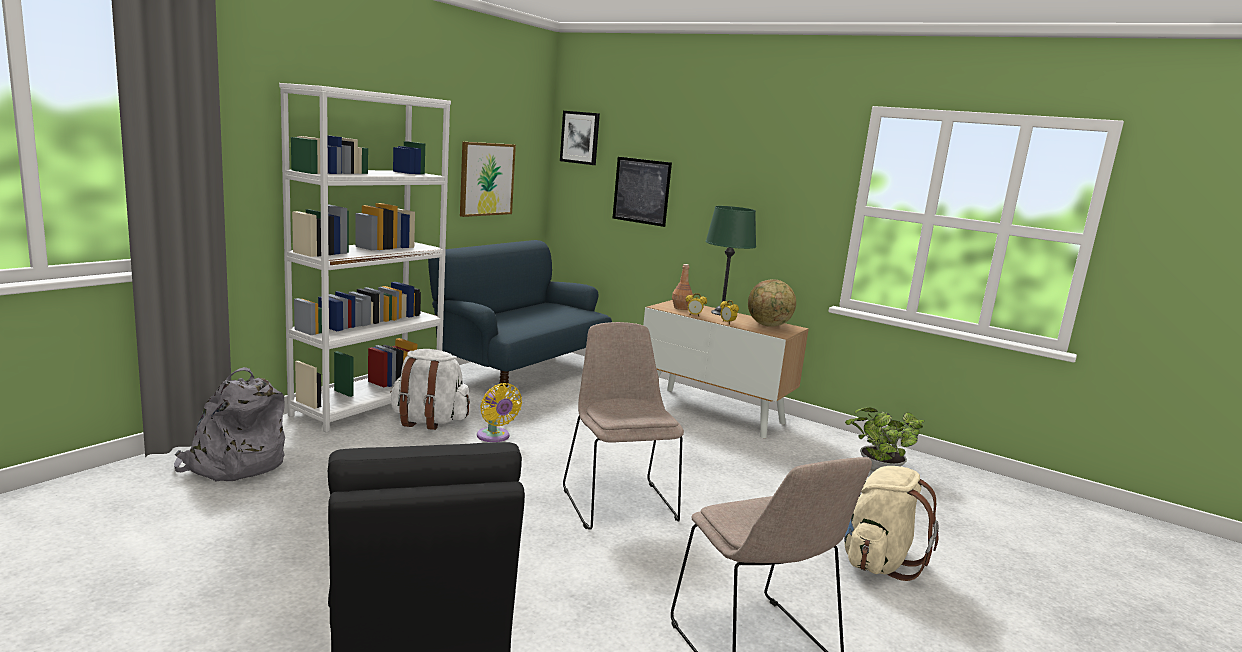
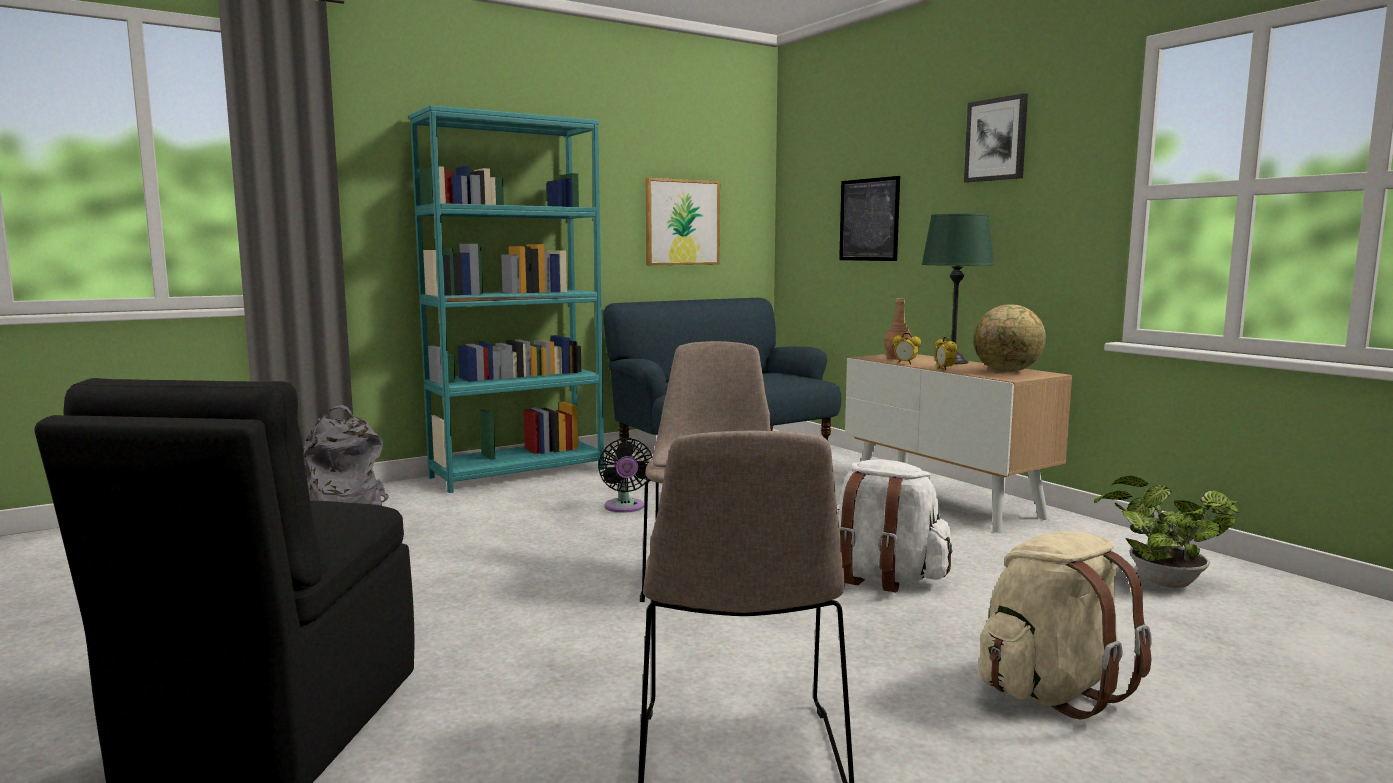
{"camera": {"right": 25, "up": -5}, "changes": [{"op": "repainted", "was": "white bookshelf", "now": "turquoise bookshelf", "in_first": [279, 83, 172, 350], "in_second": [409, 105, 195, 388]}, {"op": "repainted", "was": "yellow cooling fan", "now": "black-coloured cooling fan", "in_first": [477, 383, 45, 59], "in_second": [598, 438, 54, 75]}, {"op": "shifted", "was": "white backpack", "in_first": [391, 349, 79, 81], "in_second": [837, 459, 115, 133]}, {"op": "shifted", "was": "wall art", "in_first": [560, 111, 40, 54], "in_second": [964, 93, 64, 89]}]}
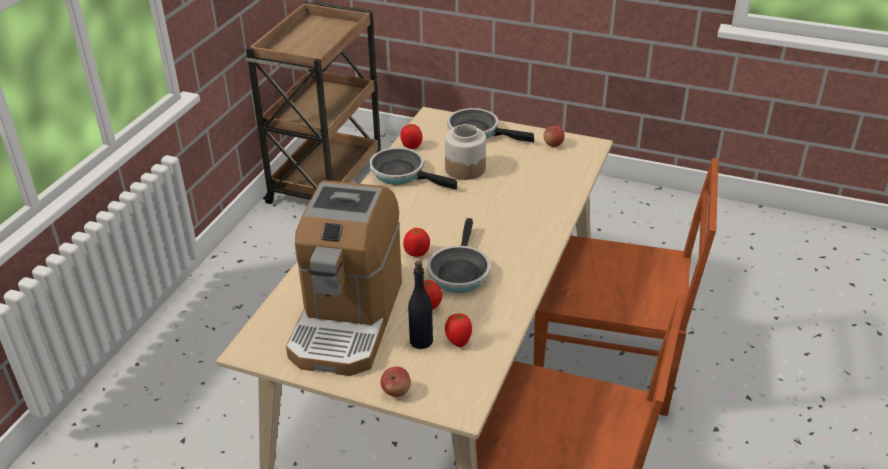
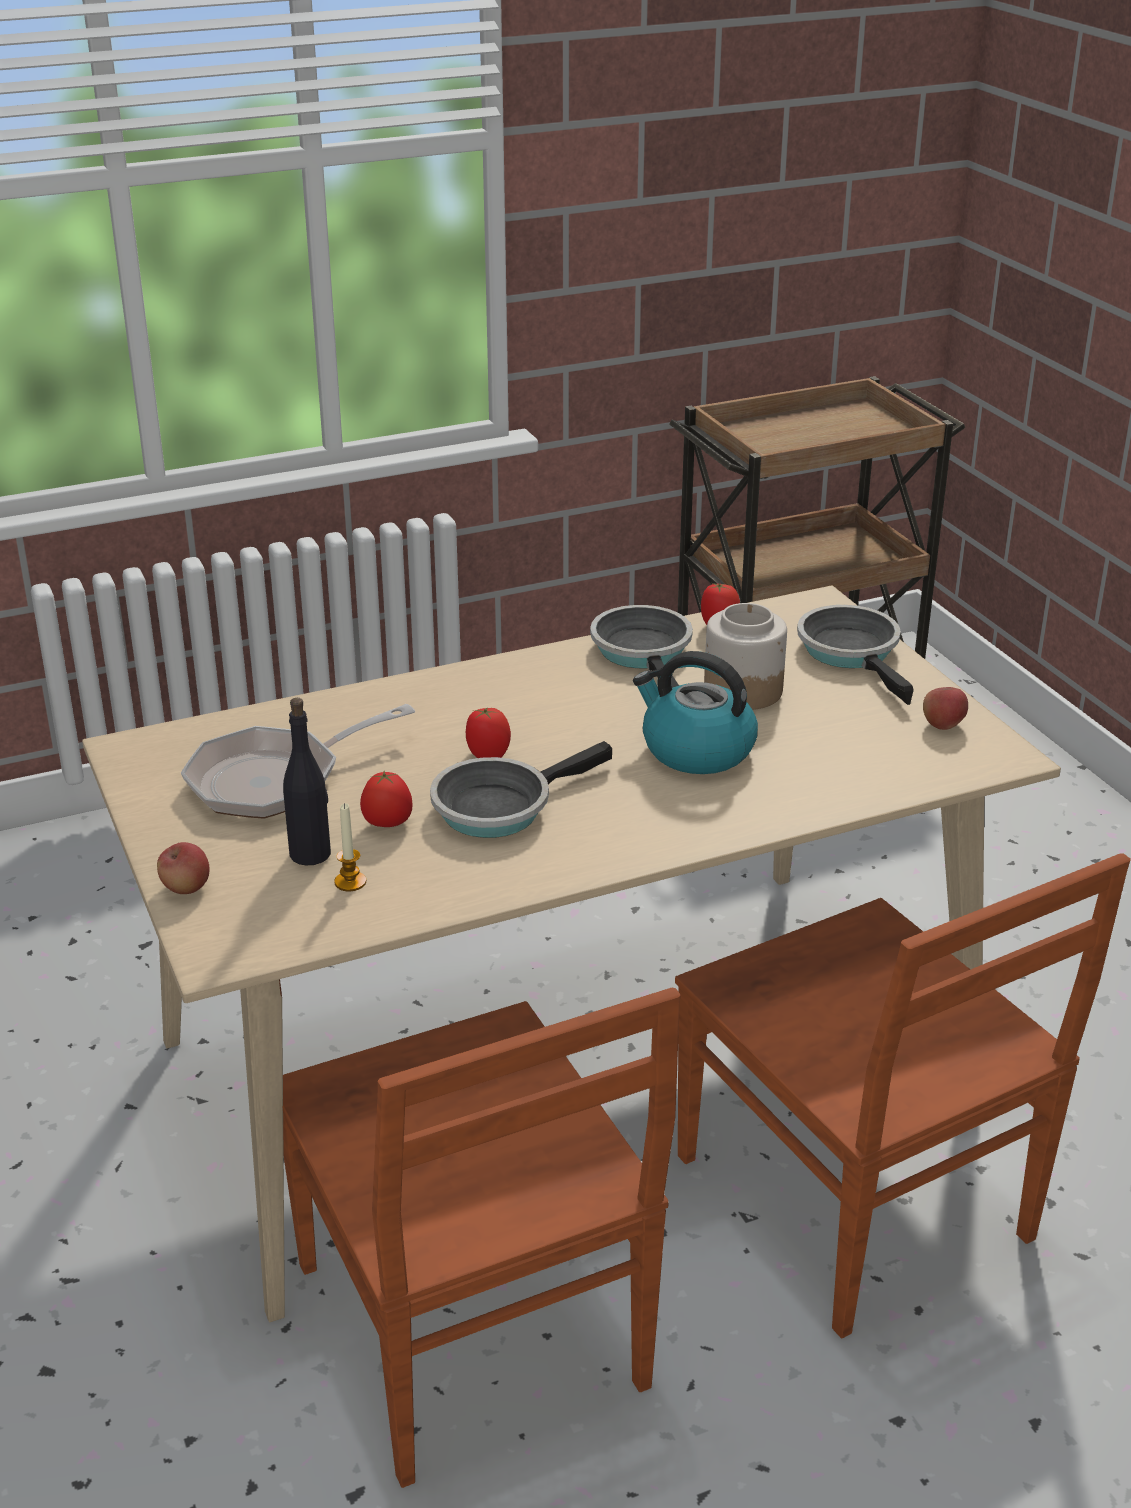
{"camera": {"right": 45, "up": -5}, "changes": [{"op": "swapped", "was": "coffee brewer", "now": "pan", "in_first": [286, 180, 116, 196], "in_second": [181, 704, 234, 115]}, {"op": "swapped", "was": "fresh tomato", "now": "wax candle", "in_first": [445, 313, 27, 34], "in_second": [334, 803, 32, 88]}, {"op": "new", "now": "water kettle", "in_second": [633, 651, 125, 123]}]}
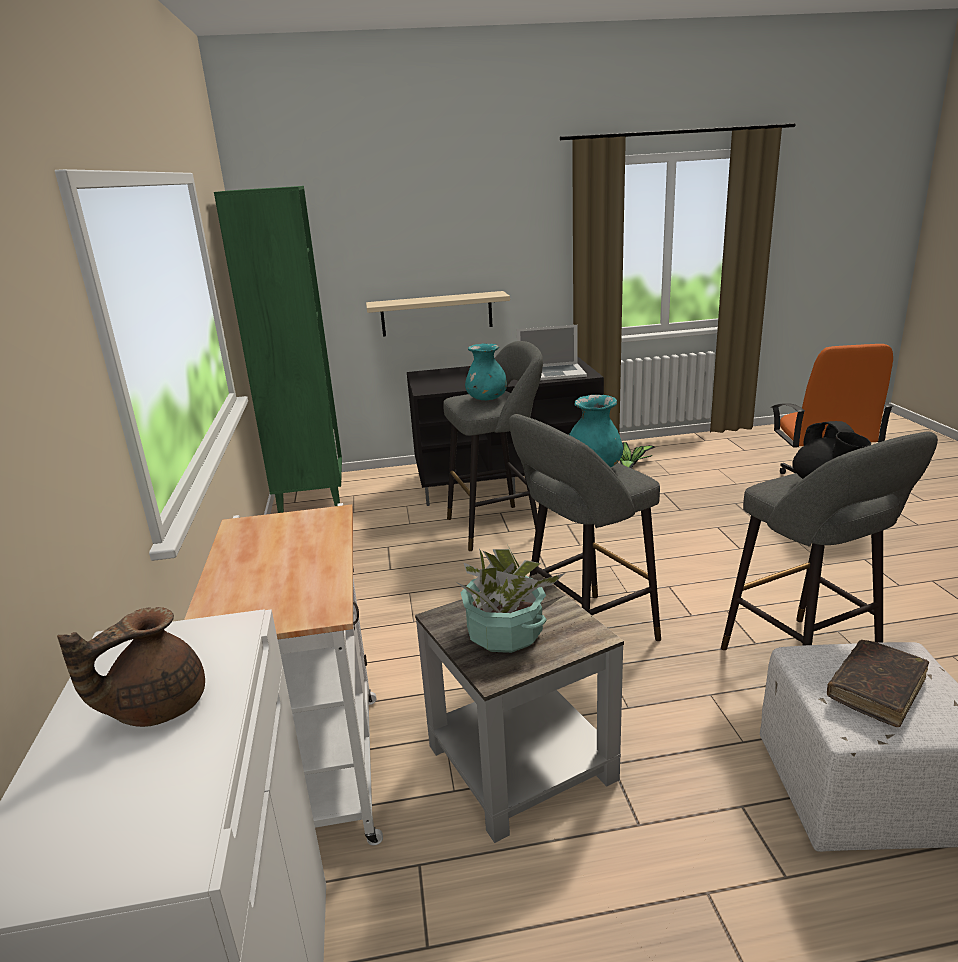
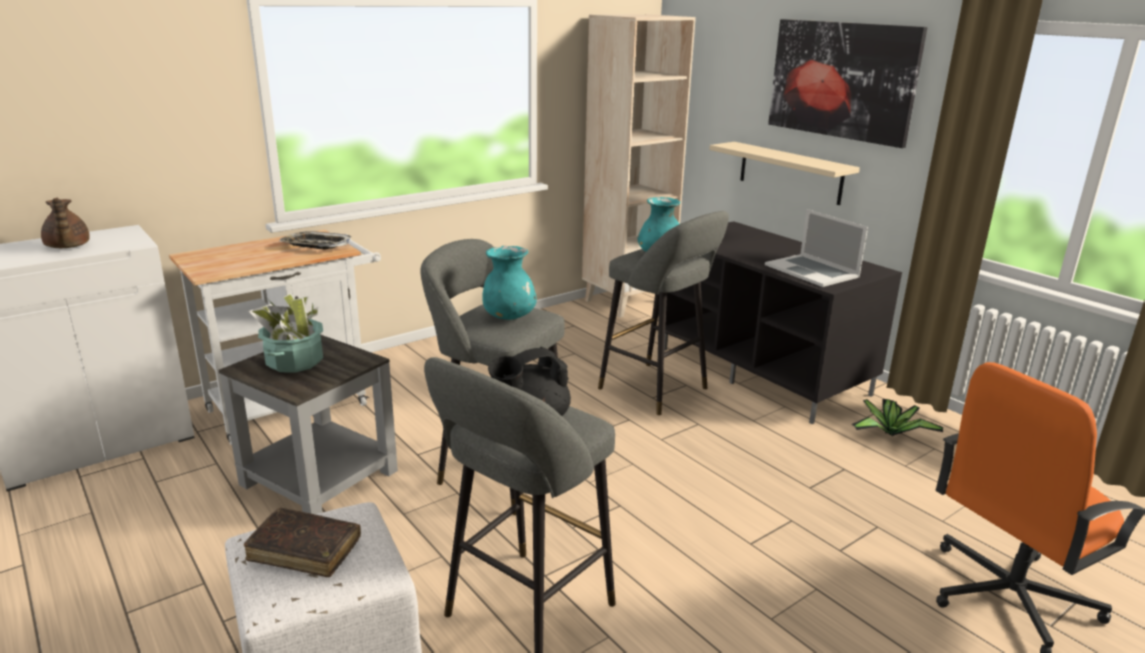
{"camera": {"right": 60, "up": 0}, "changes": [{"op": "rotated", "was": "brown teapot", "in_first": [57, 607, 148, 120], "in_second": [41, 198, 49, 50], "clockwise": -135}, {"op": "new", "now": "serving tray", "in_second": [280, 231, 71, 19]}, {"op": "repainted", "was": "green-coloured bookshelf", "now": "beige-coloured bookshelf", "in_first": [214, 186, 128, 327], "in_second": [582, 14, 114, 304]}, {"op": "new", "now": "wall art", "in_second": [768, 19, 160, 129]}]}
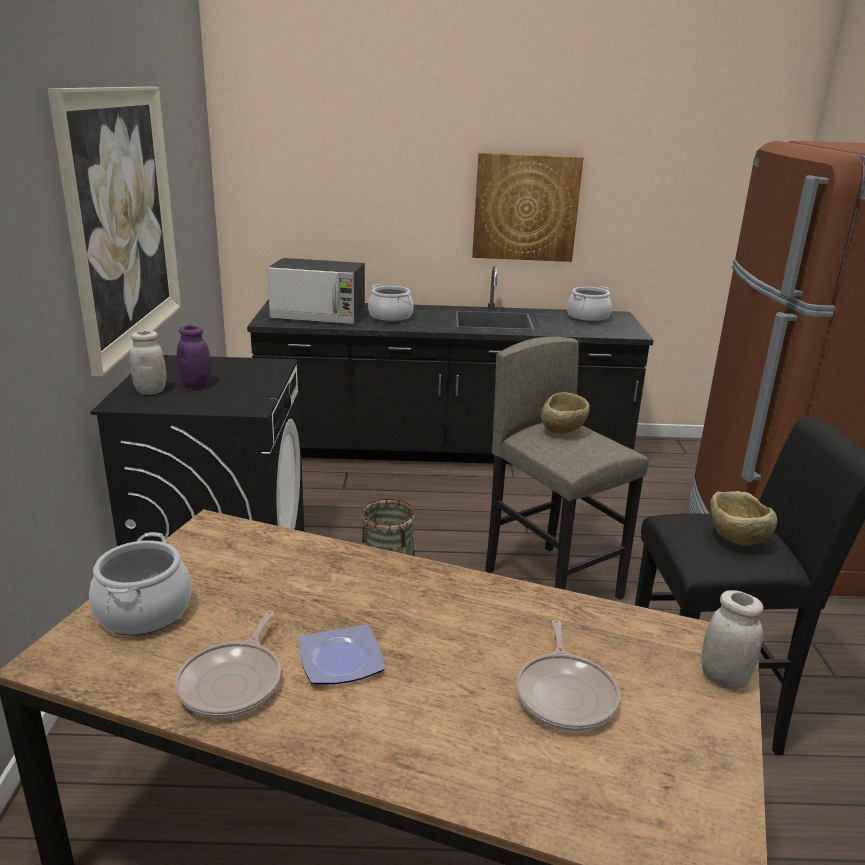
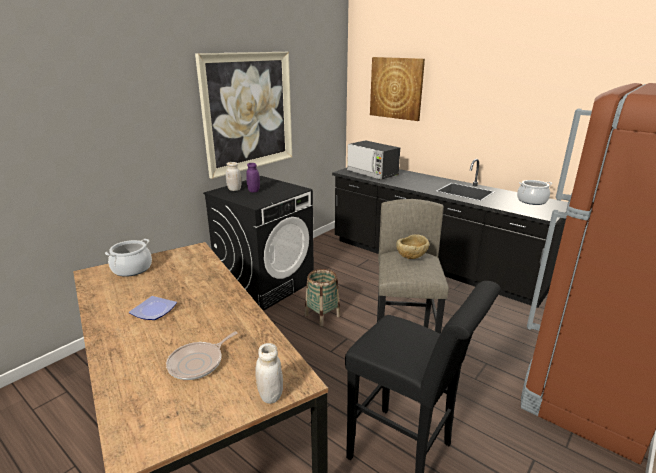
{"camera": {"right": 40, "up": 0}, "changes": [{"op": "shifted", "was": "wall art", "in_first": [472, 153, 111, 109], "in_second": [370, 57, 55, 64]}, {"op": "gone", "was": "pan", "in_first": [175, 610, 106, 108]}, {"op": "gone", "was": "stockpot", "in_first": [368, 284, 46, 39]}, {"op": "gone", "was": "beige-coloured bowl", "in_first": [710, 491, 67, 55]}]}
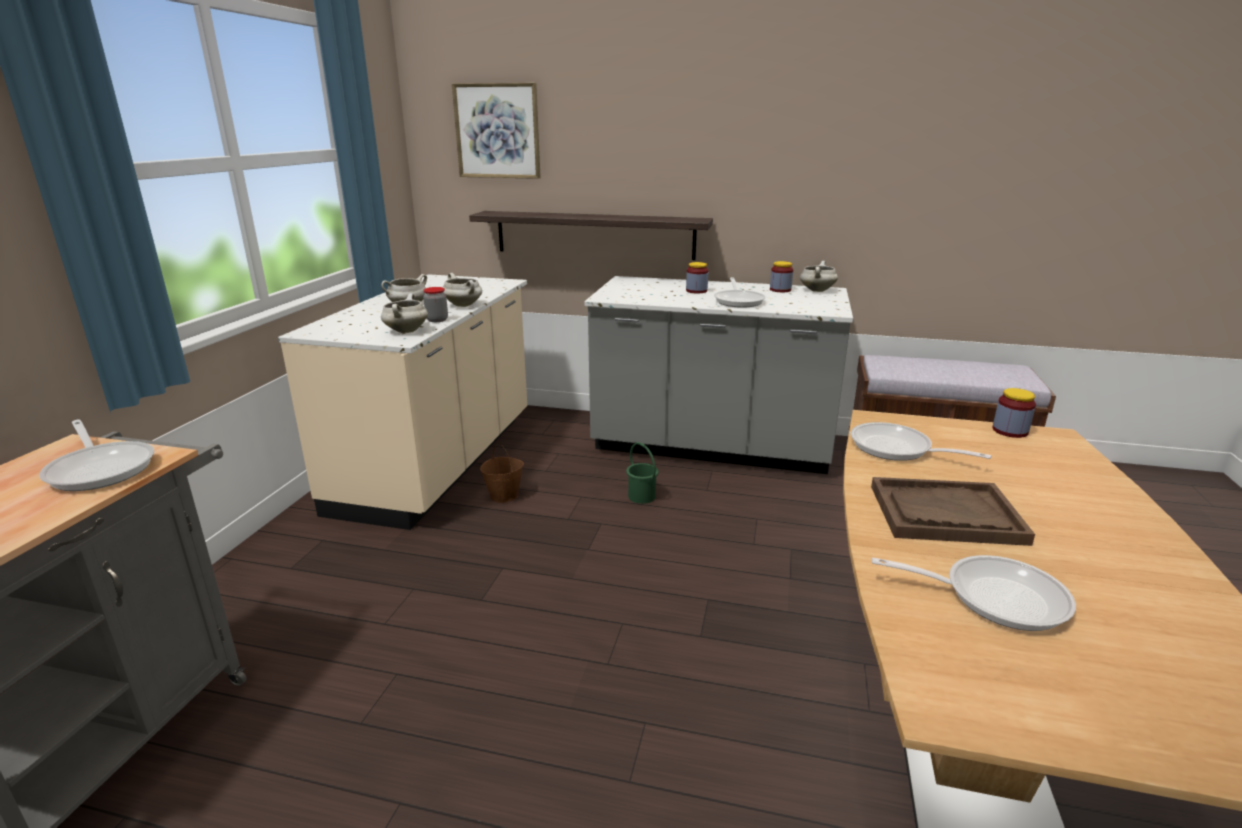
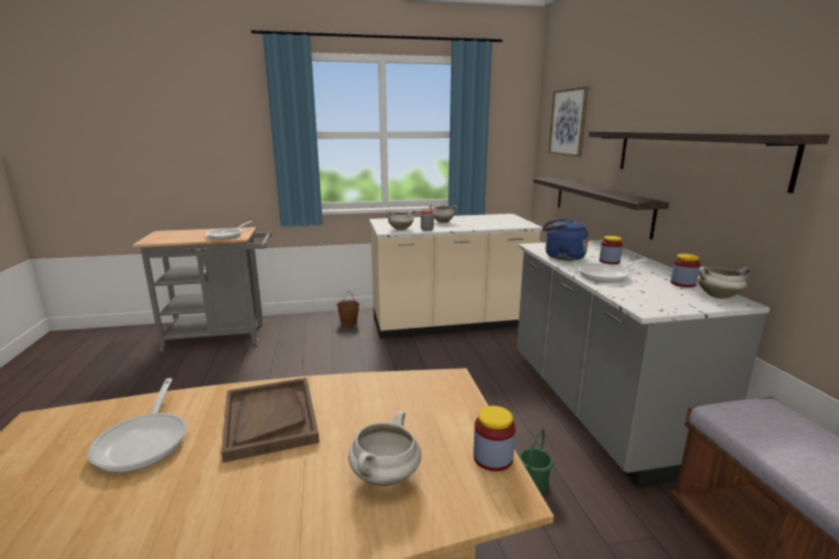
{"camera": {"right": 65, "up": -5}, "changes": [{"op": "shifted", "was": "brown bucket", "in_first": [480, 443, 44, 60], "in_second": [337, 293, 23, 33]}, {"op": "shifted", "was": "white stockpot", "in_first": [443, 273, 39, 34], "in_second": [348, 411, 73, 75]}, {"op": "shifted", "was": "green-coloured bucket", "in_first": [626, 442, 33, 62], "in_second": [519, 429, 34, 65]}, {"op": "new", "now": "blue-coloured water kettle", "in_second": [542, 218, 47, 43]}, {"op": "new", "now": "shelf", "in_second": [589, 131, 241, 62]}, {"op": "gone", "was": "pan", "in_first": [850, 422, 142, 39]}]}
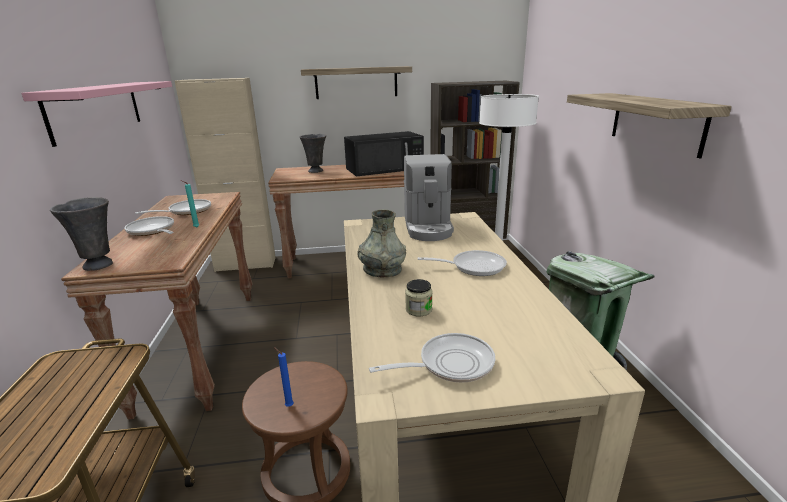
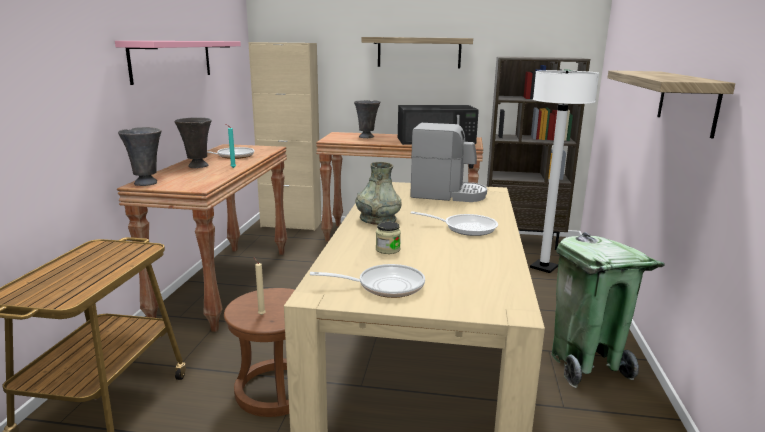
{"camera": {"right": 15, "up": -5}, "changes": [{"op": "swapped", "was": "pan", "now": "gray flower vase", "in_first": [124, 216, 50, 20], "in_second": [174, 117, 38, 51]}, {"op": "repainted", "was": "blue-coloured wax candle", "now": "beige-coloured wax candle", "in_first": [274, 347, 20, 60], "in_second": [253, 257, 13, 58]}, {"op": "rotated", "was": "coffee brewer", "in_first": [404, 154, 50, 87], "in_second": [410, 123, 77, 79], "clockwise": -90}]}
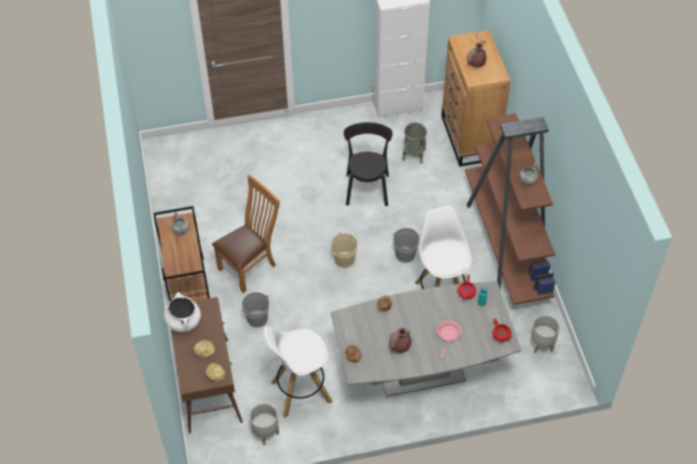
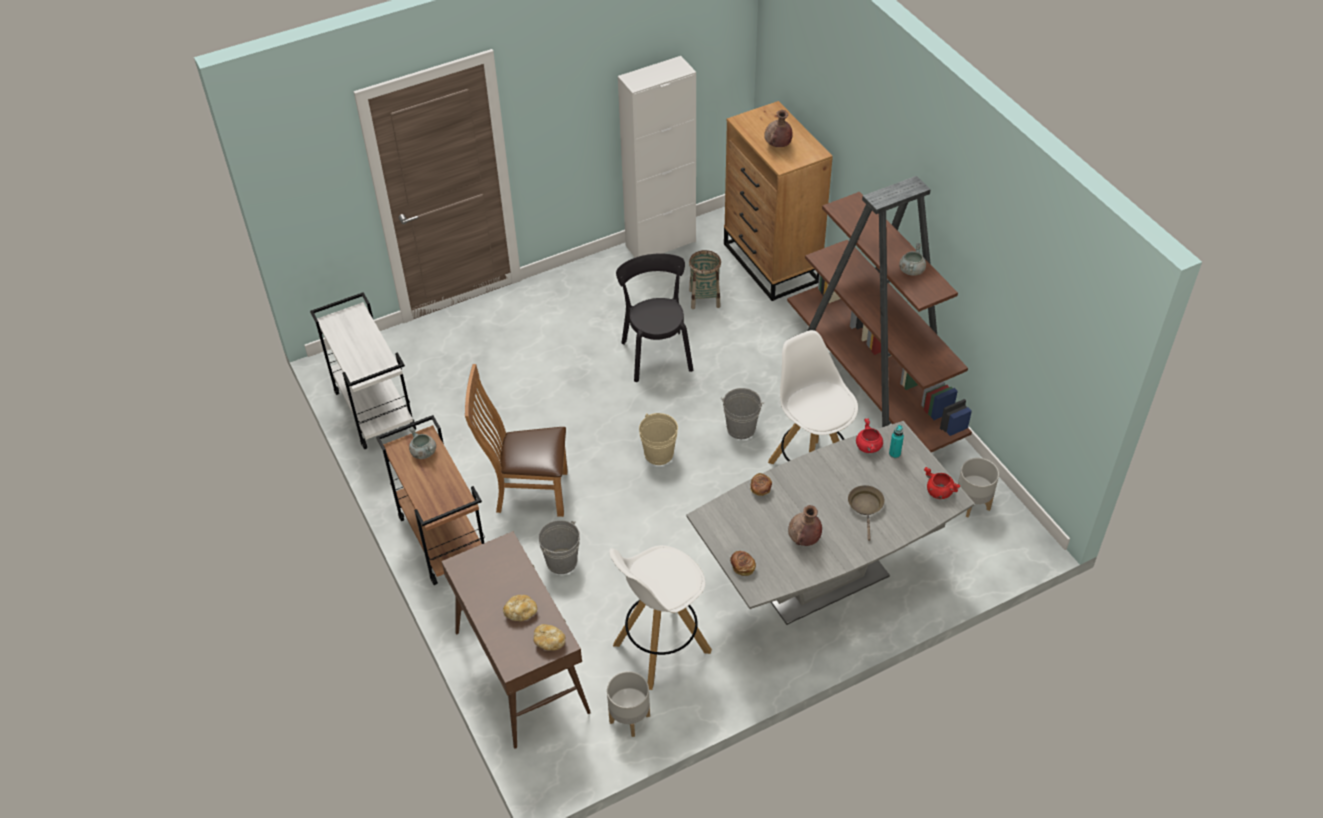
{"camera": {"right": -15, "up": -5}, "changes": [{"op": "new", "now": "white trolley", "in_second": [310, 292, 106, 157]}, {"op": "rotated", "was": "brown upright chair", "in_first": [212, 175, 68, 118], "in_second": [465, 364, 103, 153], "clockwise": -120}, {"op": "repainted", "was": "pink pan", "now": "brown pan", "in_first": [437, 320, 24, 39], "in_second": [848, 485, 36, 56]}, {"op": "gone", "was": "white stockpot", "in_first": [164, 292, 37, 40]}]}
